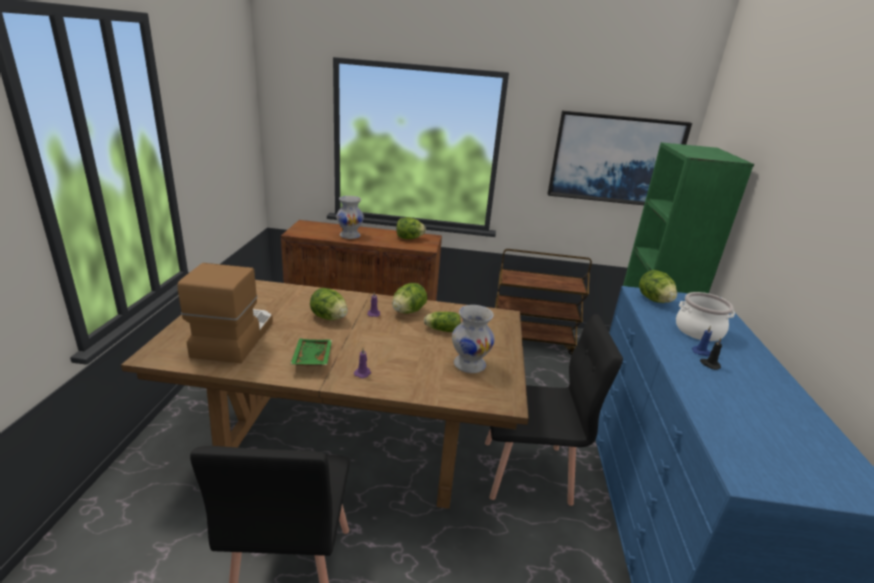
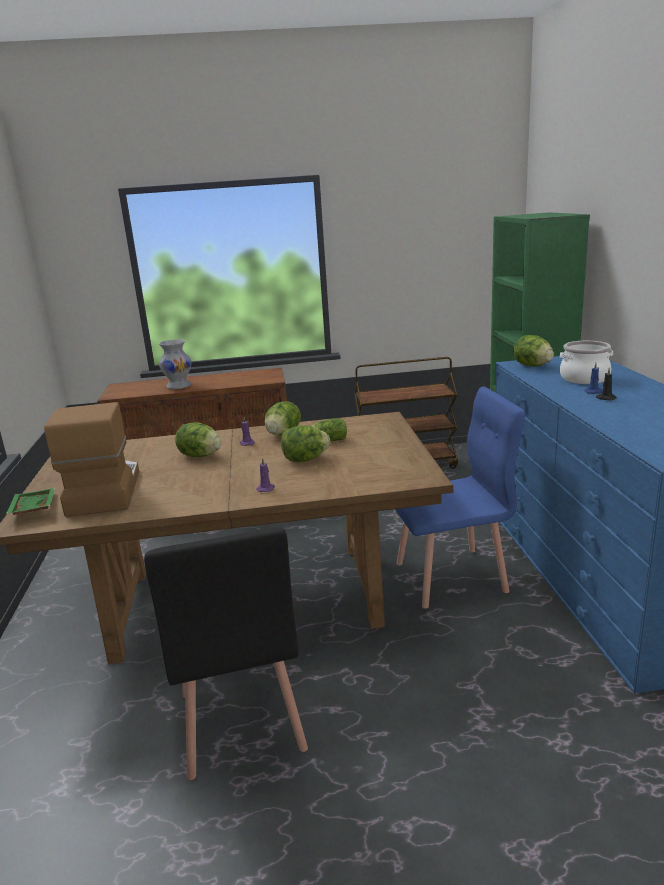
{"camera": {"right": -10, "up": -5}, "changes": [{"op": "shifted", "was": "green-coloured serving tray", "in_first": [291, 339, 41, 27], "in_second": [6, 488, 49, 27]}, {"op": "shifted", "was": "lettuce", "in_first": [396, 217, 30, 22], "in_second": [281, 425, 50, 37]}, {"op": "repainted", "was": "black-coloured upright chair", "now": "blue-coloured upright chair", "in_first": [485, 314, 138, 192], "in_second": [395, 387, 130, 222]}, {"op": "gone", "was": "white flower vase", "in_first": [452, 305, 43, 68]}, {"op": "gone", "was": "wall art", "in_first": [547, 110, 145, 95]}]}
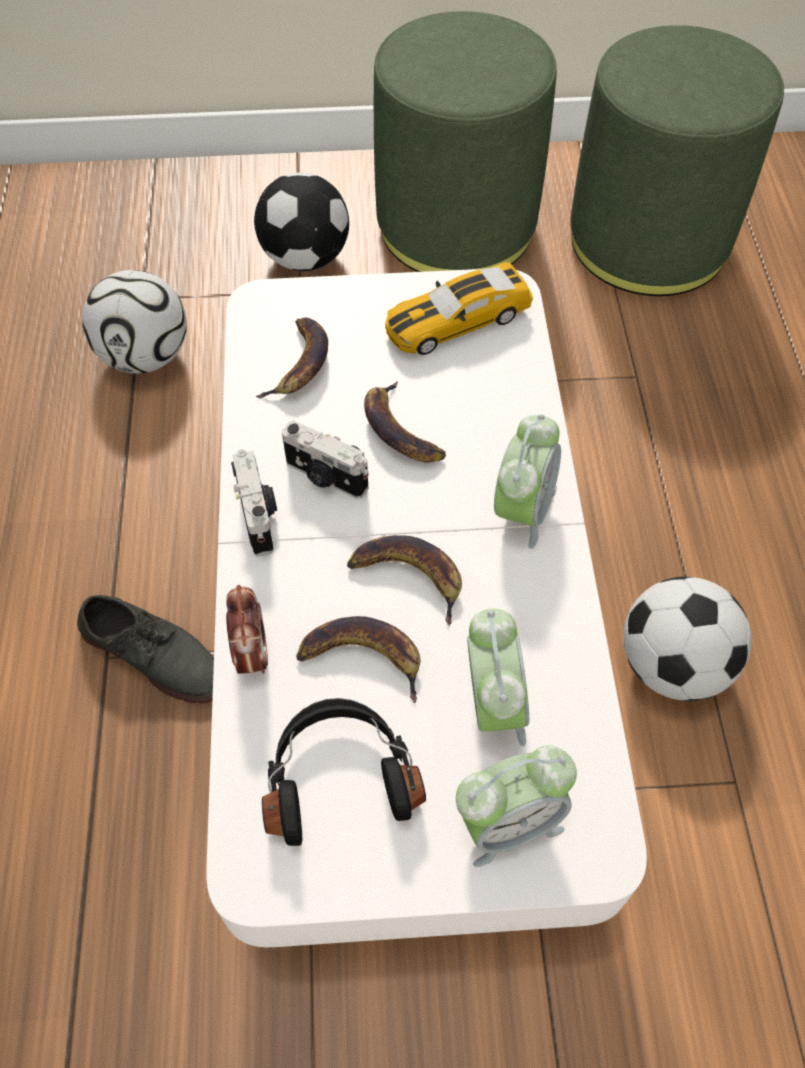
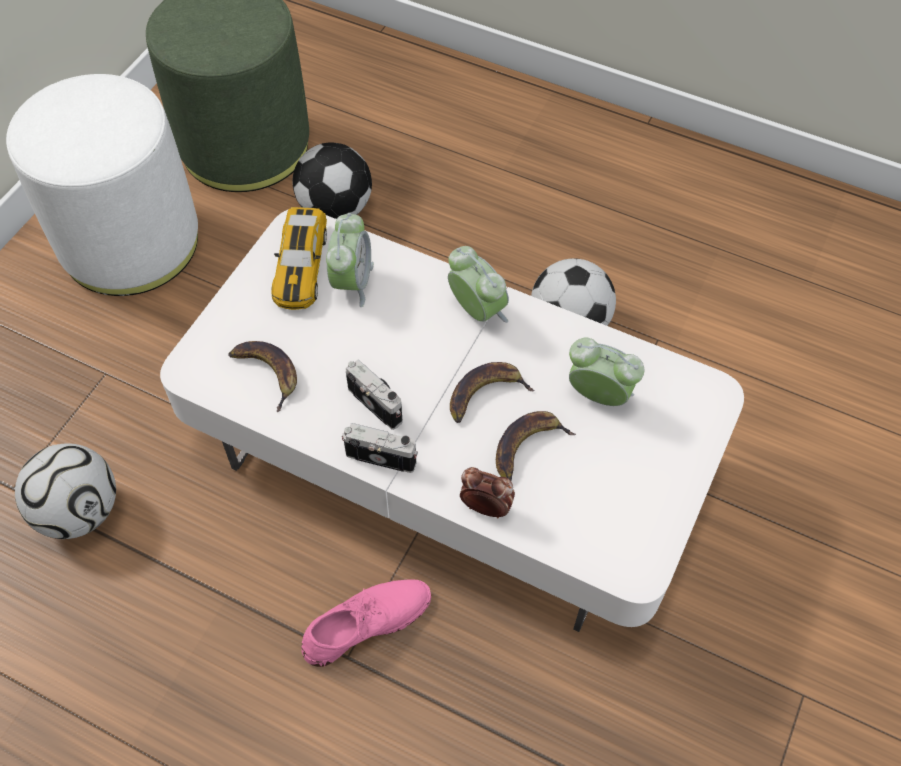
{"camera": {"right": -60, "up": 0}, "changes": [{"op": "repainted", "was": "green-coloured pouffe", "now": "white pouffe", "in_first": [374, 11, 183, 261], "in_second": [6, 74, 192, 222]}, {"op": "shifted", "was": "ball for football", "in_first": [254, 172, 95, 99], "in_second": [293, 142, 79, 77]}, {"op": "repainted", "was": "gray low shoe", "now": "pink low shoe", "in_first": [77, 595, 137, 109], "in_second": [301, 579, 130, 88]}, {"op": "shifted", "was": "alarm clock", "in_first": [456, 745, 121, 122], "in_second": [326, 213, 48, 94]}, {"op": "rotated", "was": "still camera", "in_first": [282, 421, 87, 78], "in_second": [345, 360, 58, 70], "clockwise": -105}, {"op": "gone", "was": "black-coloured headphones", "in_first": [262, 698, 164, 148]}, {"op": "gone", "was": "banana", "in_first": [364, 381, 82, 81]}]}
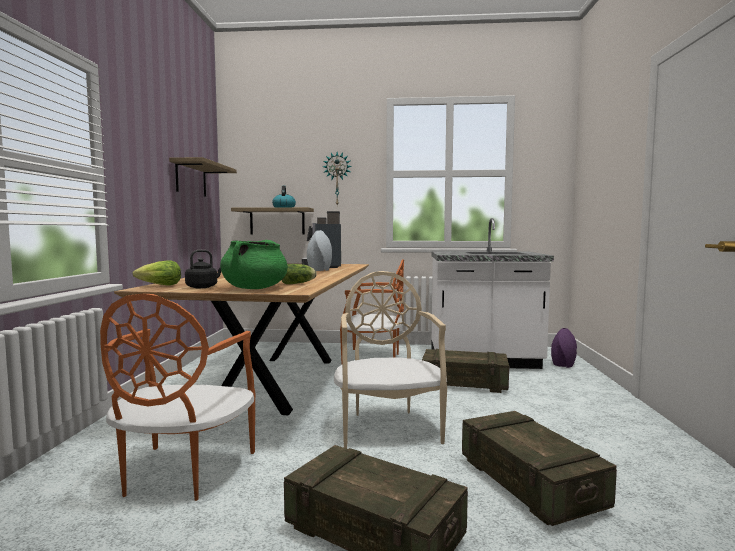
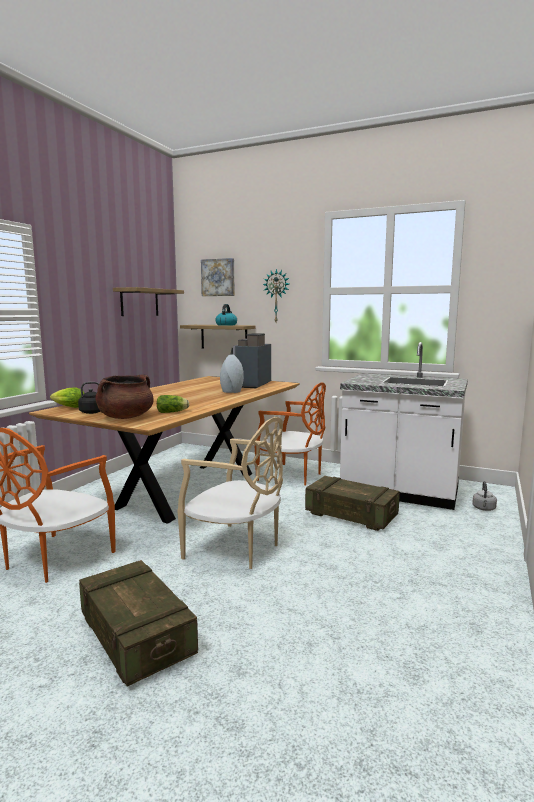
{"camera": {"right": 20, "up": 5}, "changes": [{"op": "repainted", "was": "green-coloured stockpot", "now": "brown stockpot", "in_first": [220, 240, 68, 49], "in_second": [95, 374, 58, 45]}, {"op": "rotated", "was": "beige-coloured upright chair", "in_first": [334, 271, 113, 178], "in_second": [177, 417, 106, 152], "clockwise": 105}, {"op": "new", "now": "wall art", "in_second": [201, 258, 34, 38]}, {"op": "swapped", "was": "purple flower vase", "now": "gray water kettle", "in_first": [551, 328, 26, 40], "in_second": [472, 481, 25, 30]}, {"op": "gone", "was": "shipping crate", "in_first": [462, 411, 155, 115]}]}
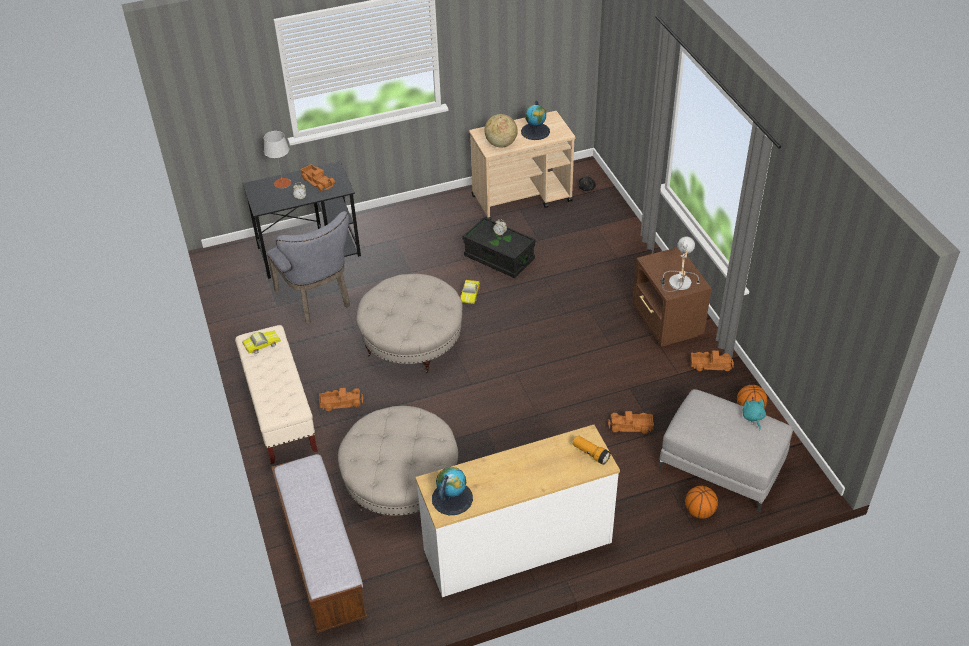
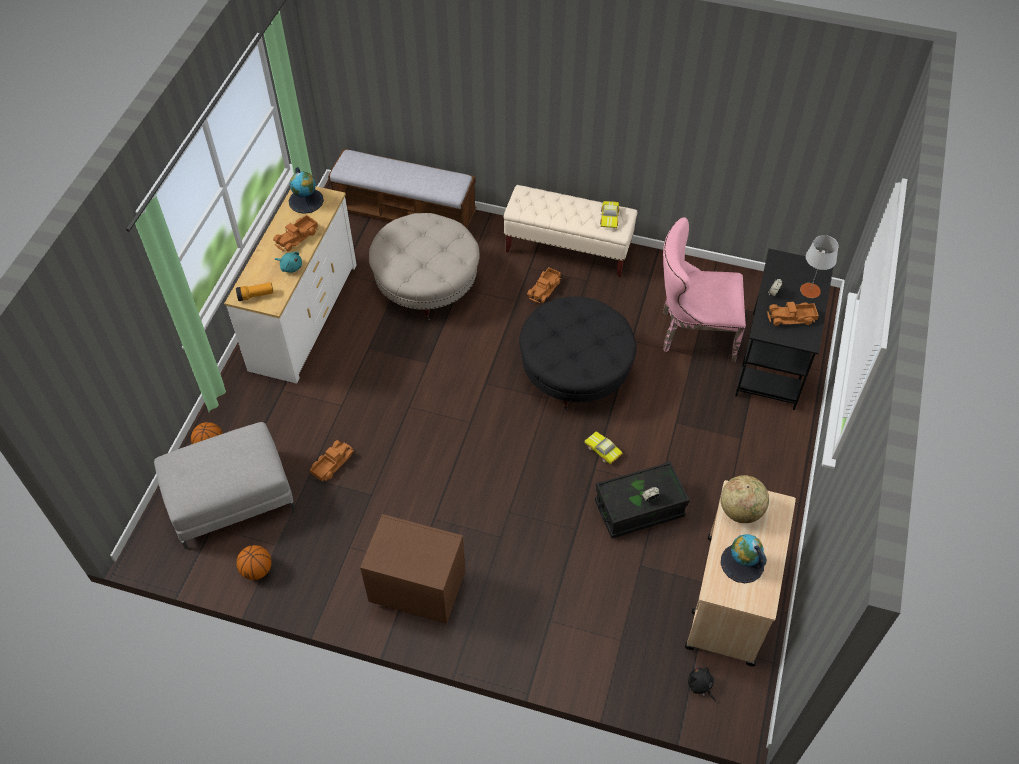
{"camera": {"right": 125, "up": 10}, "changes": [{"op": "shifted", "was": "model truck", "in_first": [691, 350, 43, 21], "in_second": [273, 215, 45, 37]}, {"op": "shifted", "was": "turquoise cuddly toy", "in_first": [743, 397, 23, 33], "in_second": [275, 252, 27, 21]}, {"op": "repainted", "was": "beige-coloured pouffe", "now": "black-coloured pouffe", "in_first": [356, 274, 106, 99], "in_second": [519, 296, 118, 114]}, {"op": "repainted", "was": "gray upright chair", "now": "pink upright chair", "in_first": [267, 211, 83, 113], "in_second": [663, 217, 83, 145]}, {"op": "gone", "was": "table lamp", "in_first": [661, 236, 39, 56]}]}
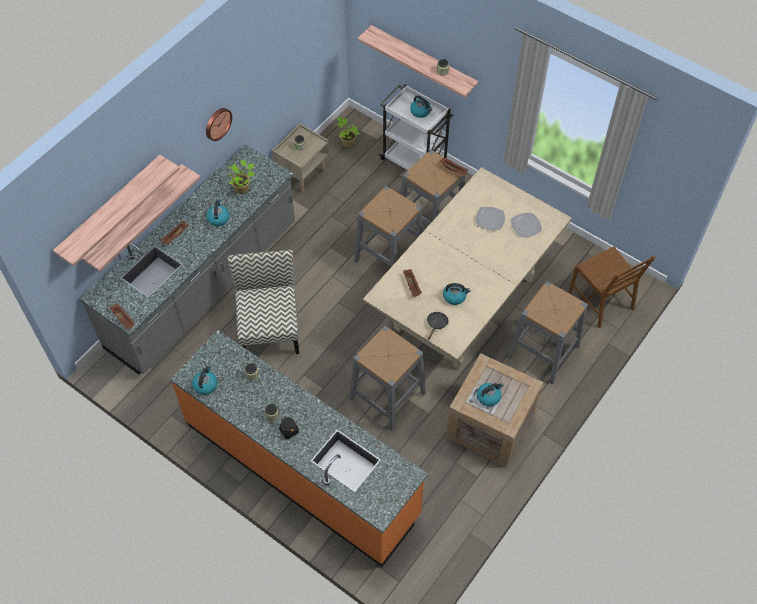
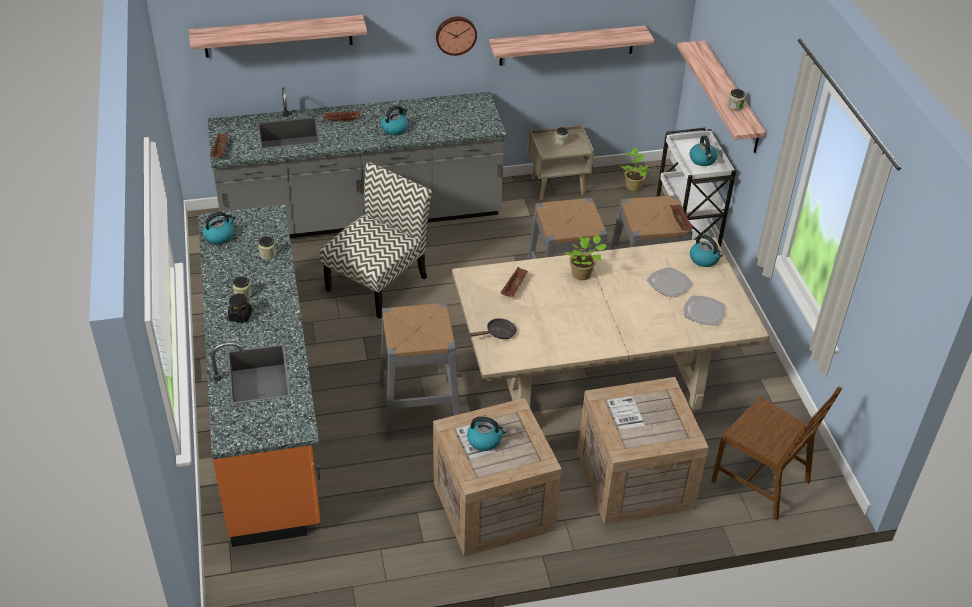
{"camera": {"right": 40, "up": -15}, "changes": [{"op": "shifted", "was": "shelf", "in_first": [82, 164, 118, 108], "in_second": [489, 26, 165, 40]}, {"op": "shifted", "was": "potted plant", "in_first": [228, 160, 27, 34], "in_second": [565, 234, 42, 46]}, {"op": "swapped", "was": "gray sitting stool", "now": "shipping crate", "in_first": [507, 281, 81, 104], "in_second": [578, 377, 131, 148]}, {"op": "shifted", "was": "water kettle", "in_first": [443, 283, 28, 22], "in_second": [690, 234, 33, 33]}, {"op": "rotated", "was": "brown upright chair", "in_first": [569, 247, 86, 81], "in_second": [711, 386, 131, 135], "clockwise": -60}]}
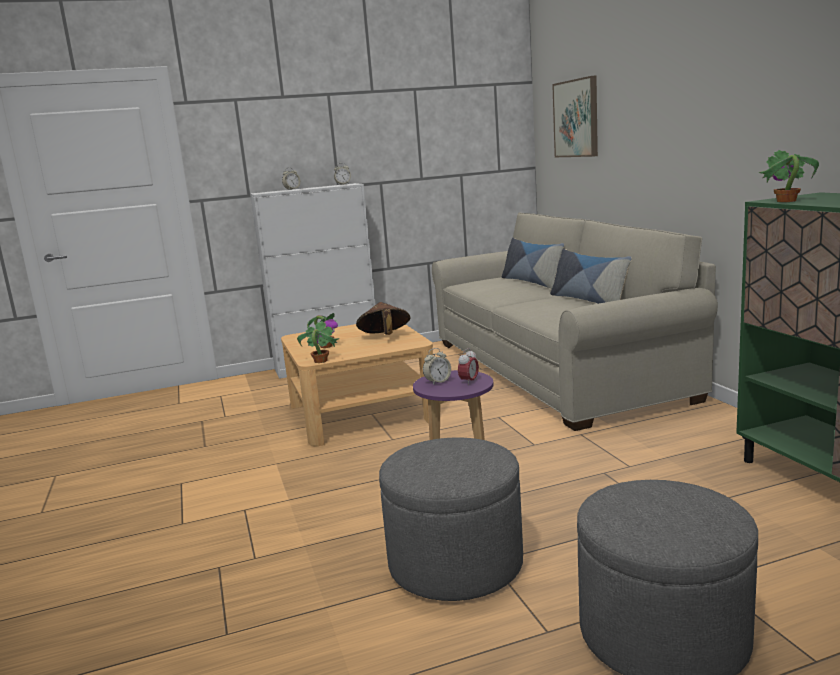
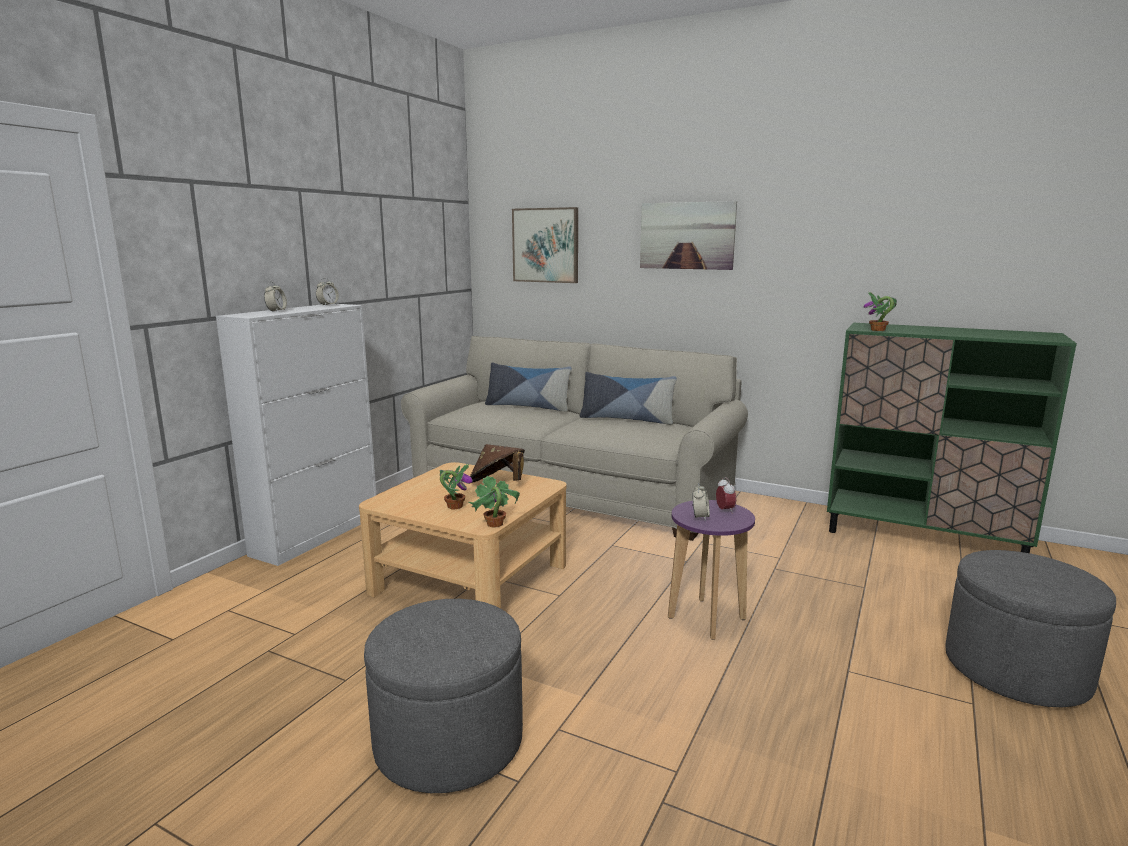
{"camera": {"right": -45, "up": 0}, "changes": [{"op": "shifted", "was": "gray pouffe", "in_first": [379, 437, 144, 164], "in_second": [364, 599, 159, 194]}, {"op": "new", "now": "wall art", "in_second": [640, 201, 97, 69]}]}
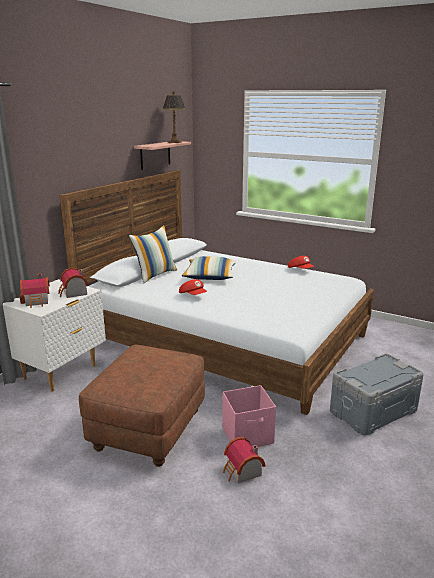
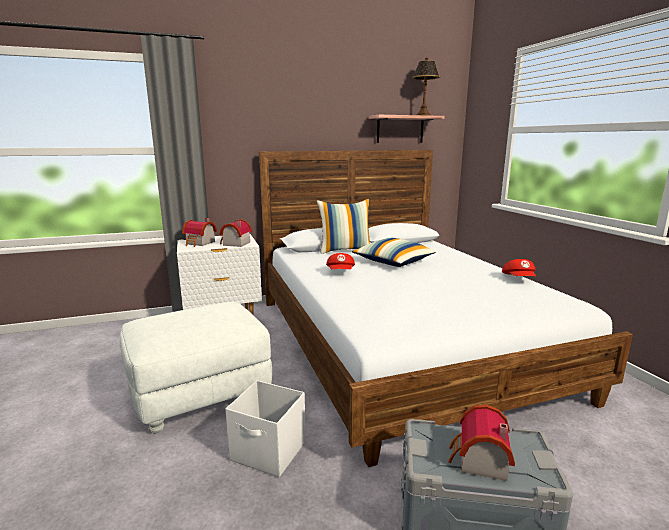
{"camera": {"right": 40, "up": -5}, "changes": [{"op": "repainted", "was": "brown pouffe", "now": "white pouffe", "in_first": [79, 345, 126, 122], "in_second": [119, 302, 153, 132]}, {"op": "repainted", "was": "pink storage box", "now": "white storage box", "in_first": [223, 385, 53, 62], "in_second": [225, 380, 81, 97]}, {"op": "shifted", "was": "toy house", "in_first": [223, 437, 43, 46], "in_second": [448, 405, 67, 76]}]}
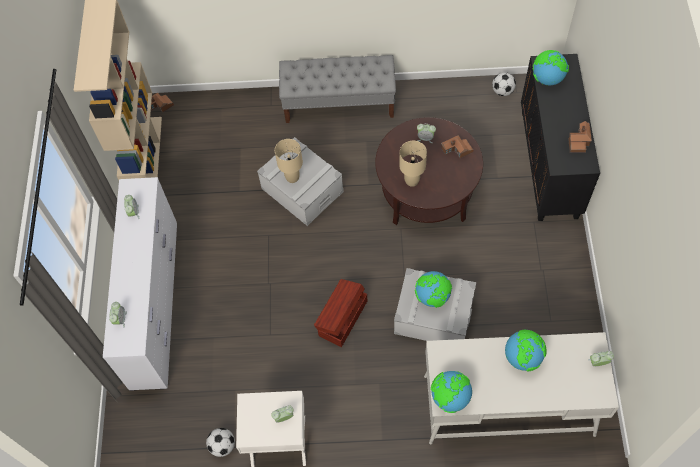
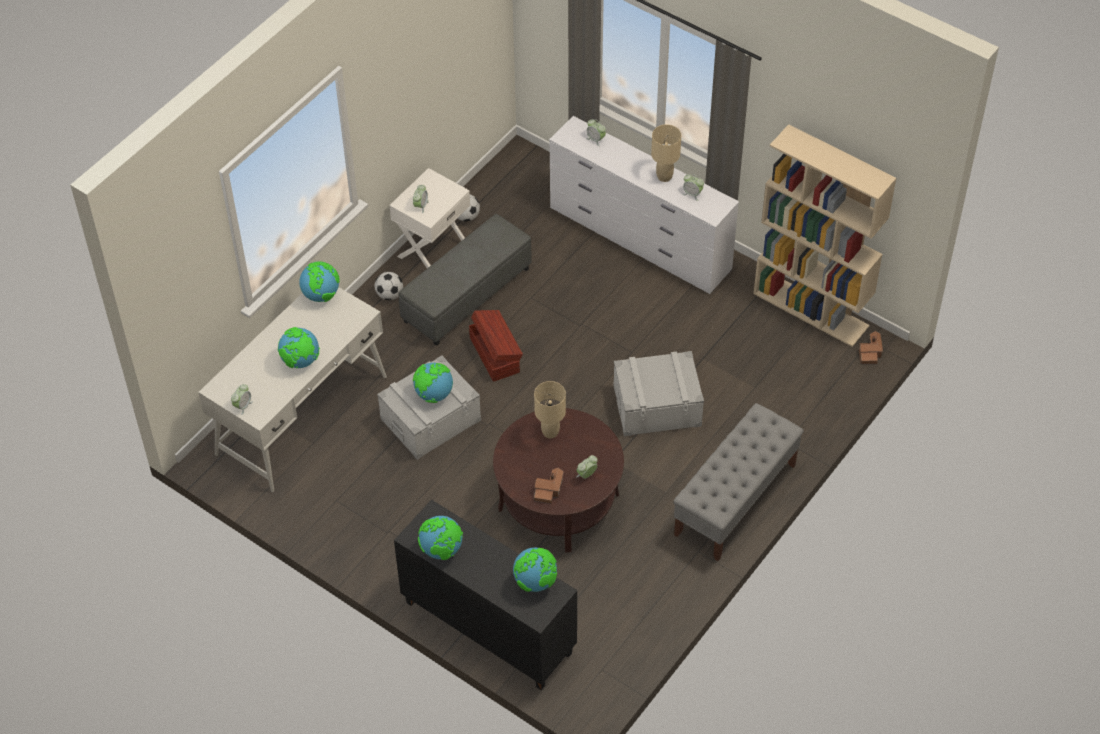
{"camera": {"right": 125, "up": -10}, "changes": [{"op": "shifted", "was": "ball for football", "in_first": [492, 72, 24, 24], "in_second": [375, 272, 28, 28]}, {"op": "new", "now": "gray pouffe", "in_second": [398, 214, 134, 132]}, {"op": "swapped", "was": "toy house", "now": "globe", "in_first": [568, 121, 24, 32], "in_second": [418, 516, 45, 44]}, {"op": "shifted", "was": "beige-coloured table lamp", "in_first": [275, 139, 28, 44], "in_second": [651, 124, 30, 58]}]}
